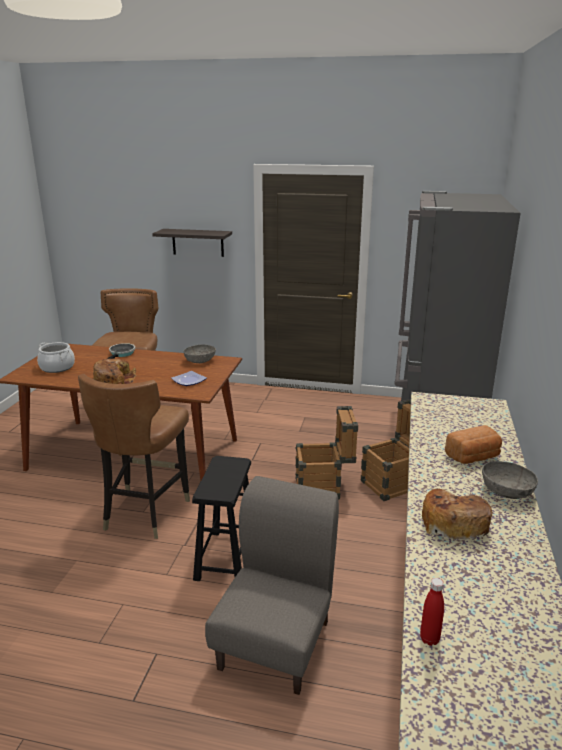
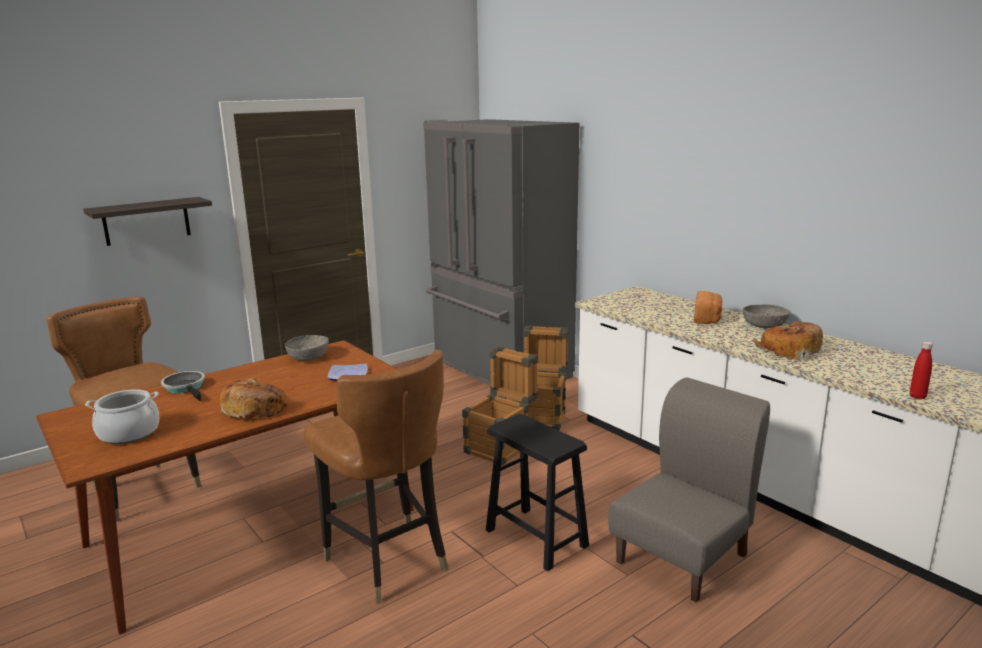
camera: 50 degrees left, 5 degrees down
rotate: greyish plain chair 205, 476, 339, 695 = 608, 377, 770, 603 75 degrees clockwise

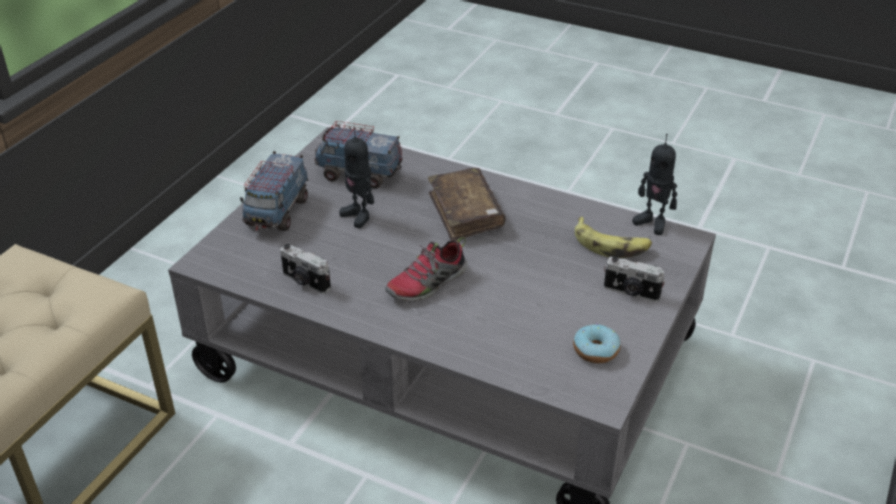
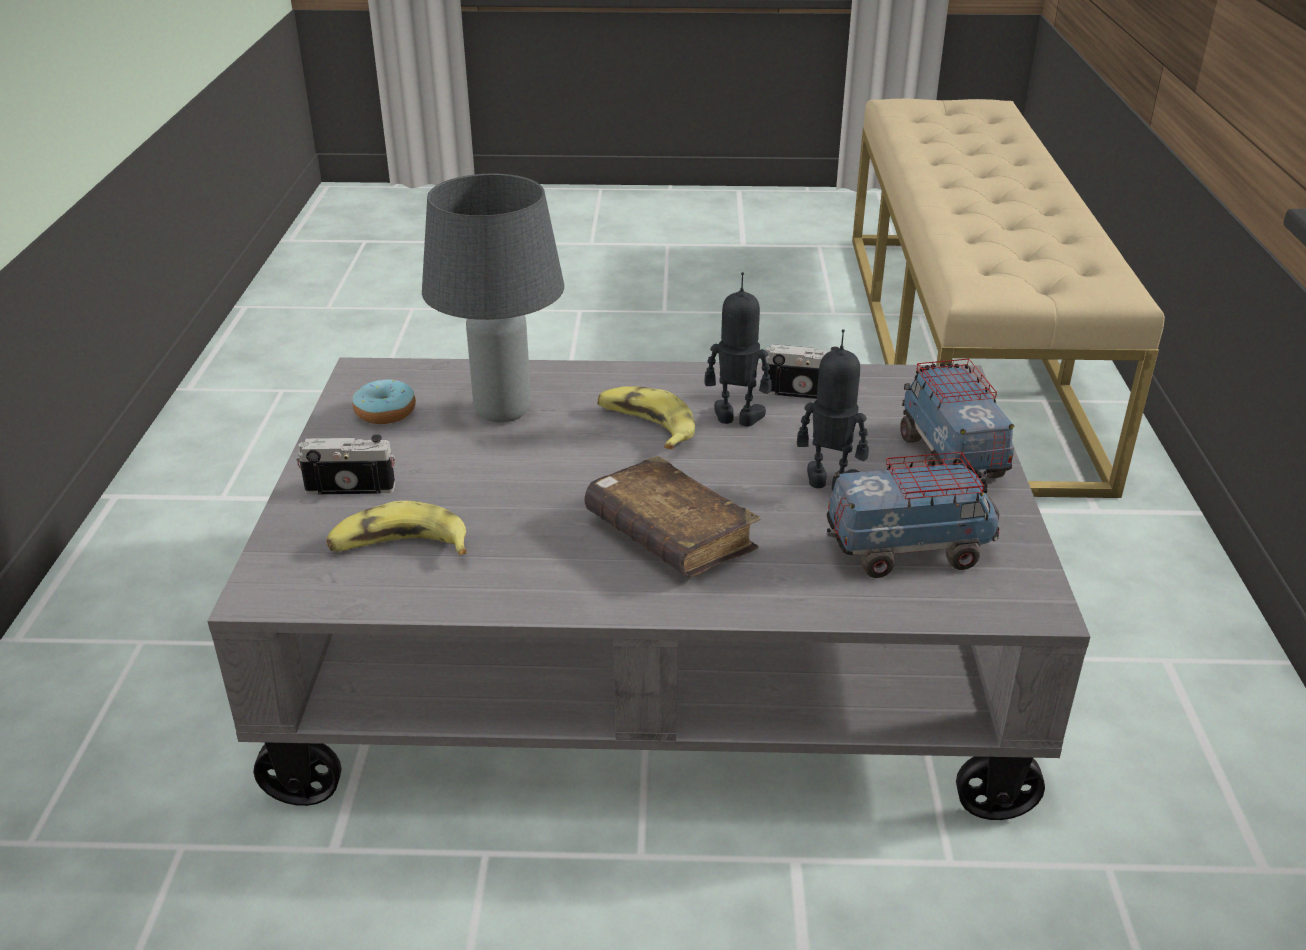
camera: 155 degrees right, 5 degrees down
insert: greyish table lamp 422, 174, 564, 423
move: robot figure 632, 134, 677, 235 to 705, 272, 772, 427
replace: low shoe 385, 237, 467, 302 to banana 597, 386, 695, 449

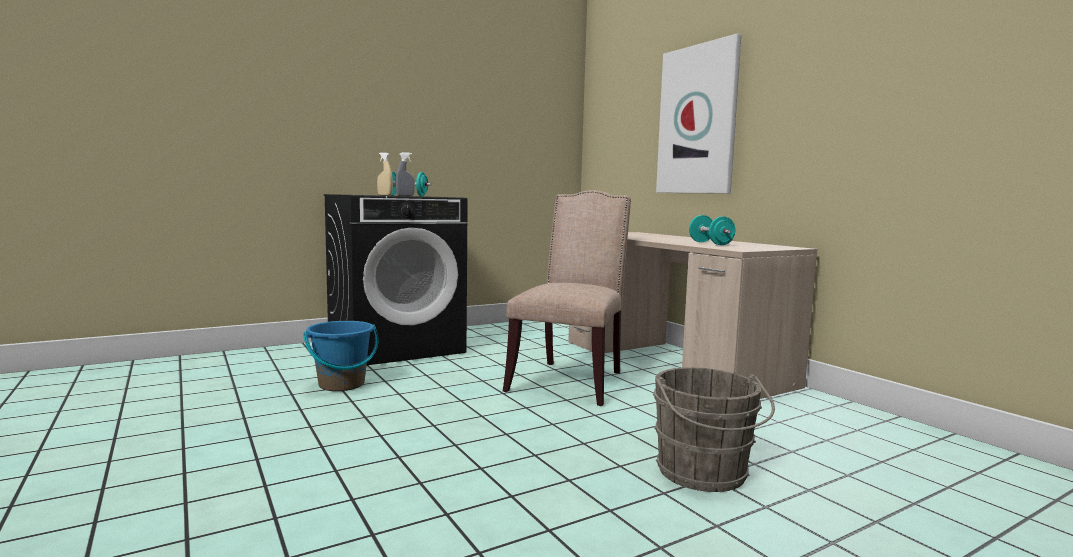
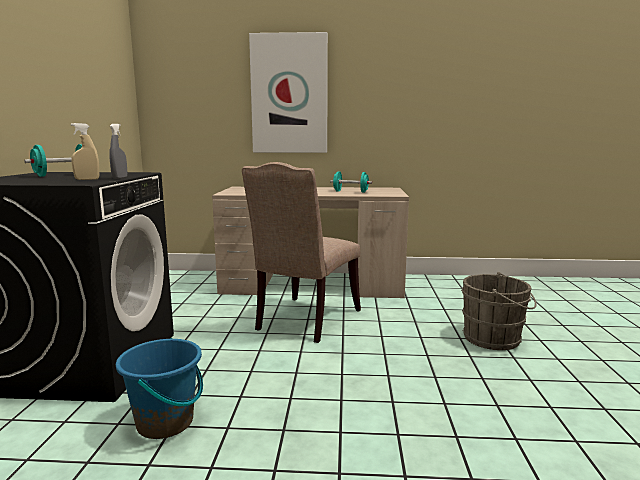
camera: 55 degrees left, 5 degrees up
rotate: sand-coloured plain chair 503, 190, 631, 406 = 242, 162, 361, 343 120 degrees counterclockwise

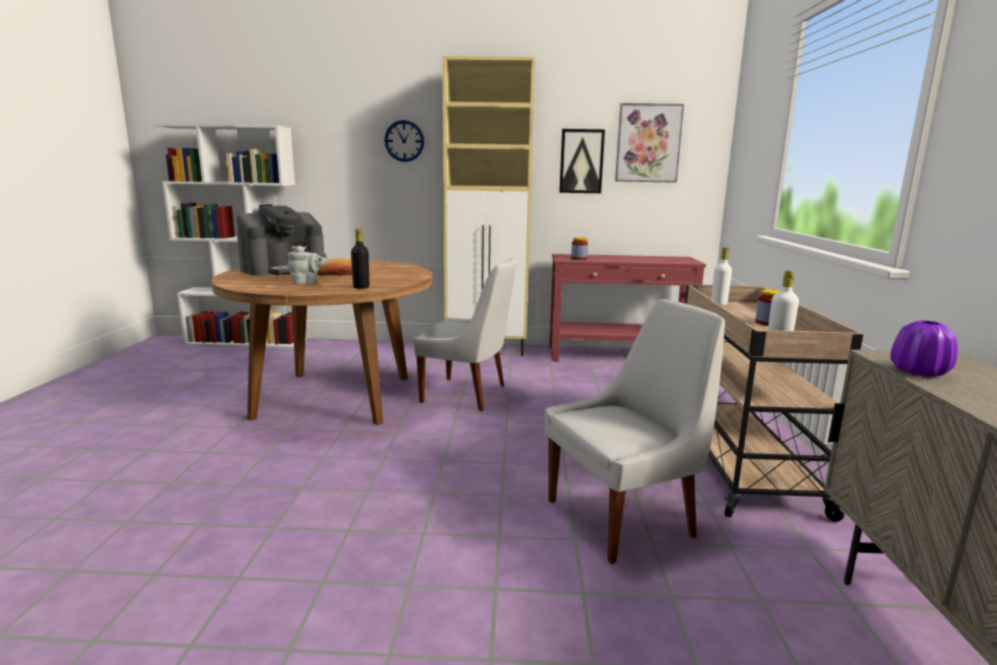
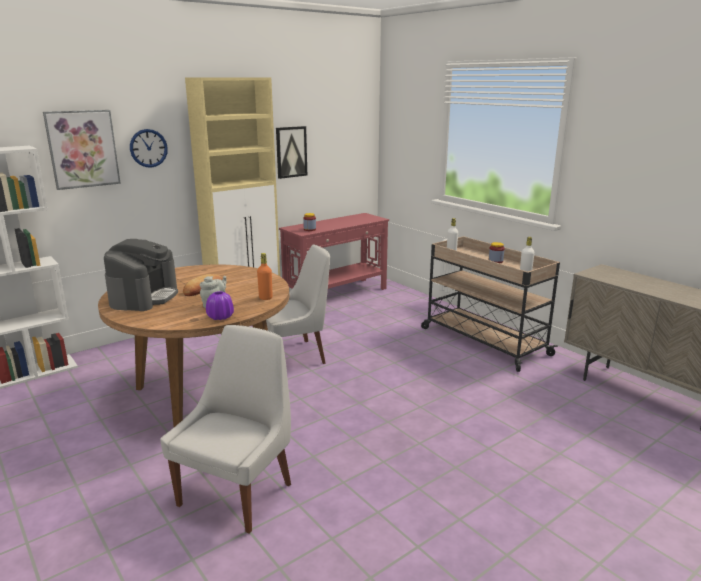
camera: 40 degrees left, 5 degrees up
move: white plain chair 545, 299, 725, 564 to 160, 325, 291, 534; picture 615, 103, 684, 183 to 43, 110, 121, 190; purplish decorative vase 890, 320, 958, 377 to 206, 291, 234, 320
recolor: black-coloured bottle 351, 229, 369, 289 to orange-coloured bottle 257, 253, 273, 300

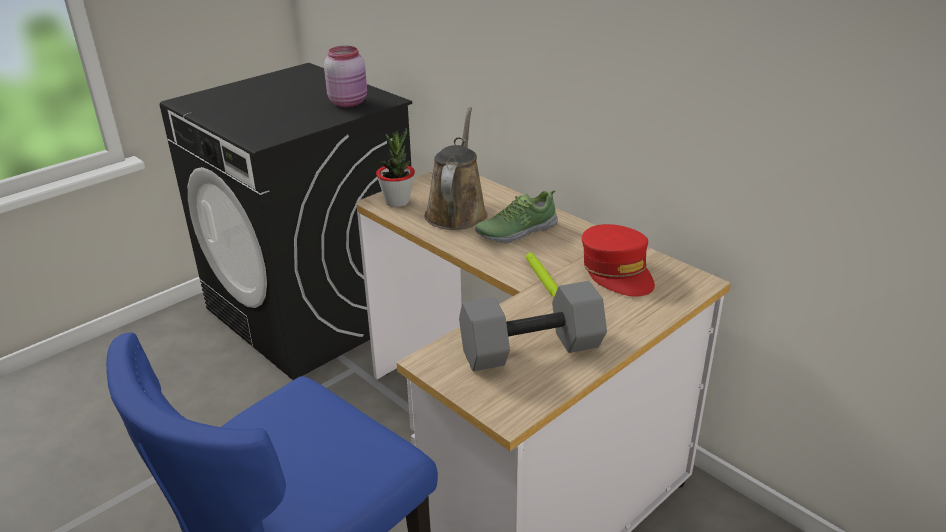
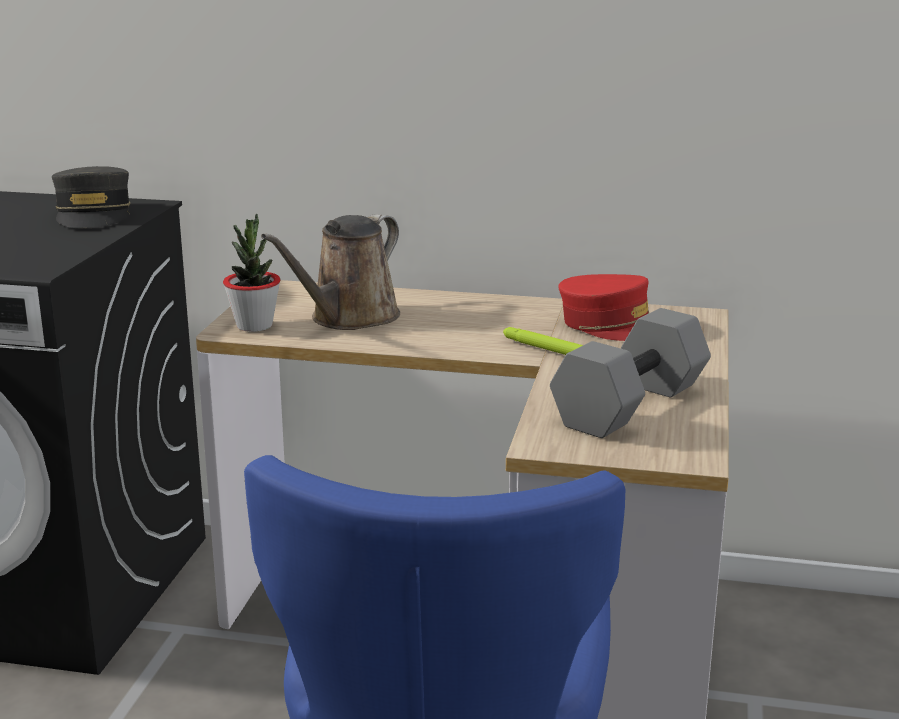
camera: 35 degrees left, 10 degrees down
delete: low shoe 475, 190, 558, 243
replace: pinkish storage jar 324, 46, 367, 107 to greyish baseball cap 52, 166, 130, 228
rotate: brownish watering pot 425, 107, 488, 230 = 261, 214, 400, 330 120 degrees counterclockwise

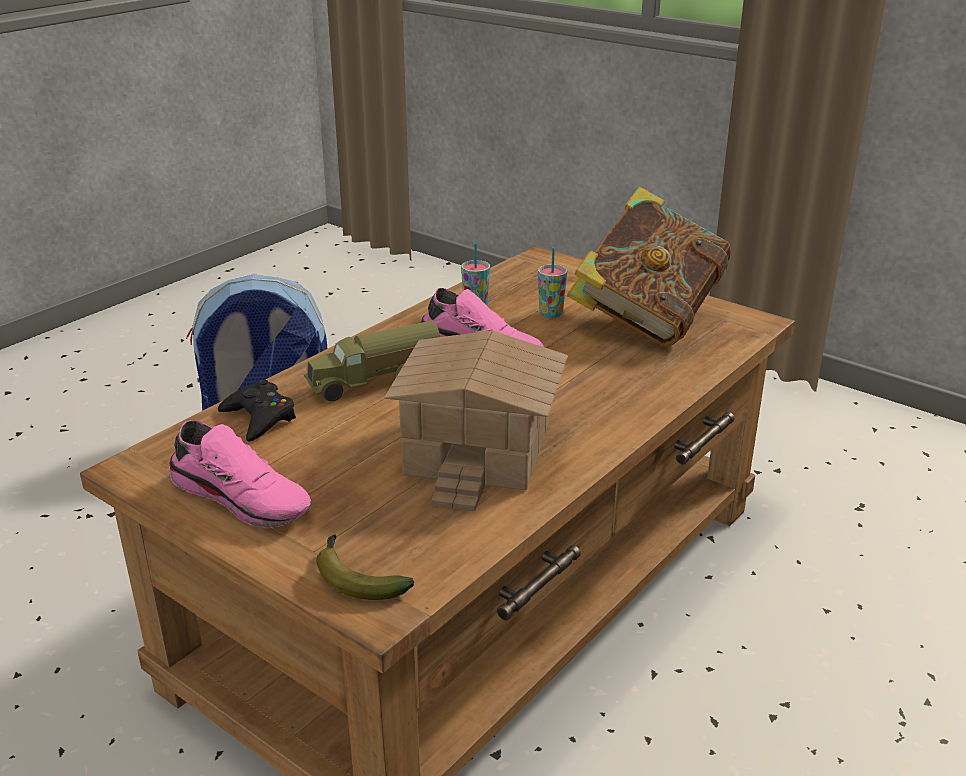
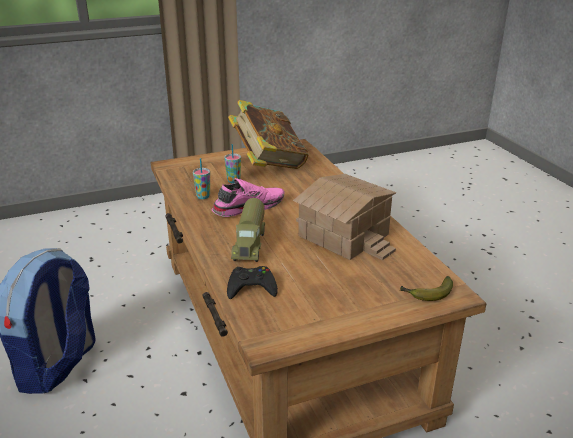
camera: 60 degrees left, 0 degrees up
delete: pinkish low shoe 169, 420, 311, 527

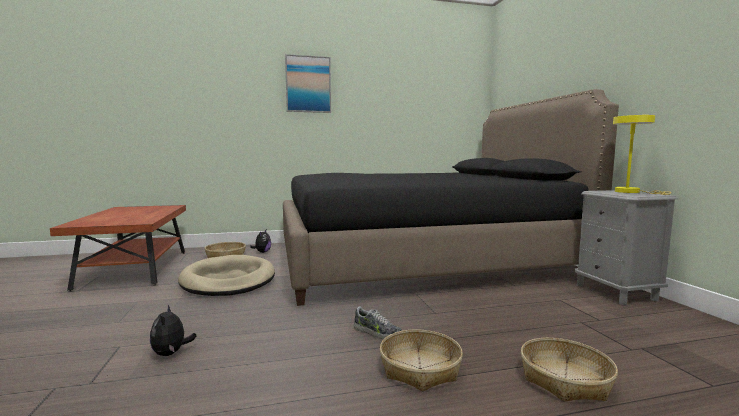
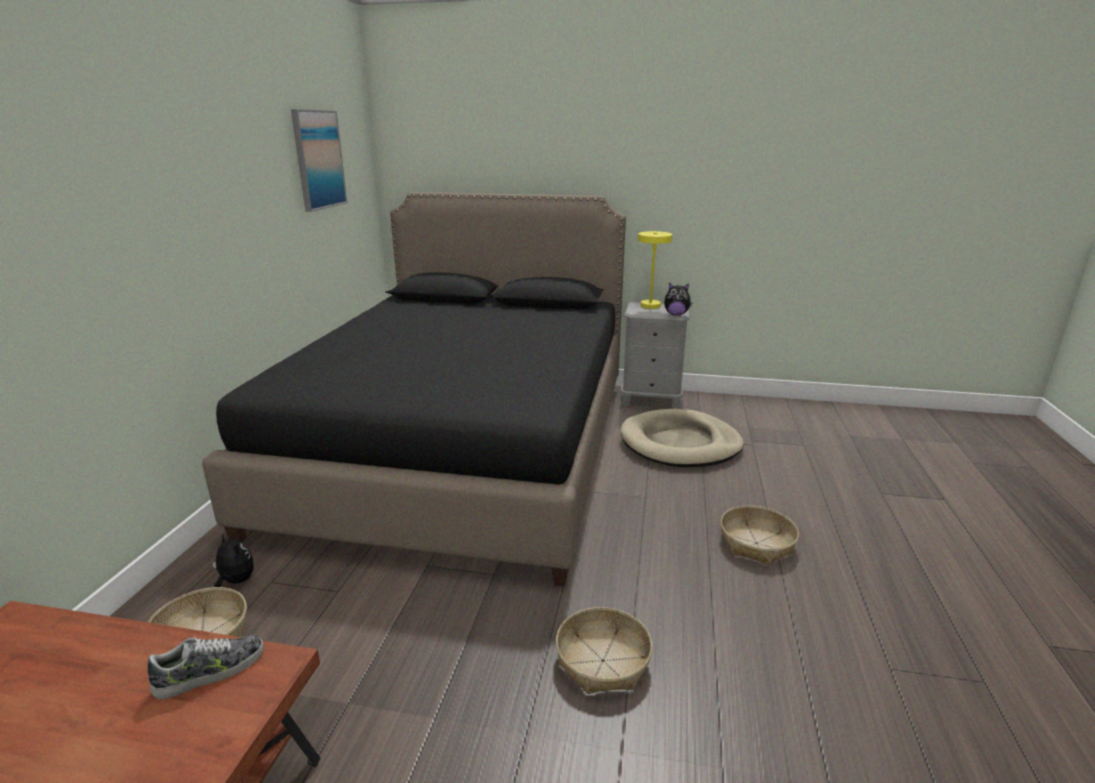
camera: 65 degrees left, 15 degrees up
move: soft toy 150, 305, 196, 356 to 664, 283, 693, 316; sand-coloured dog cushion 178, 255, 275, 296 to 620, 409, 744, 467; picture 285, 54, 331, 113 to 291, 109, 347, 212; low shoe 354, 306, 402, 339 to 147, 635, 264, 699; storage basket 521, 338, 618, 402 to 556, 607, 653, 694

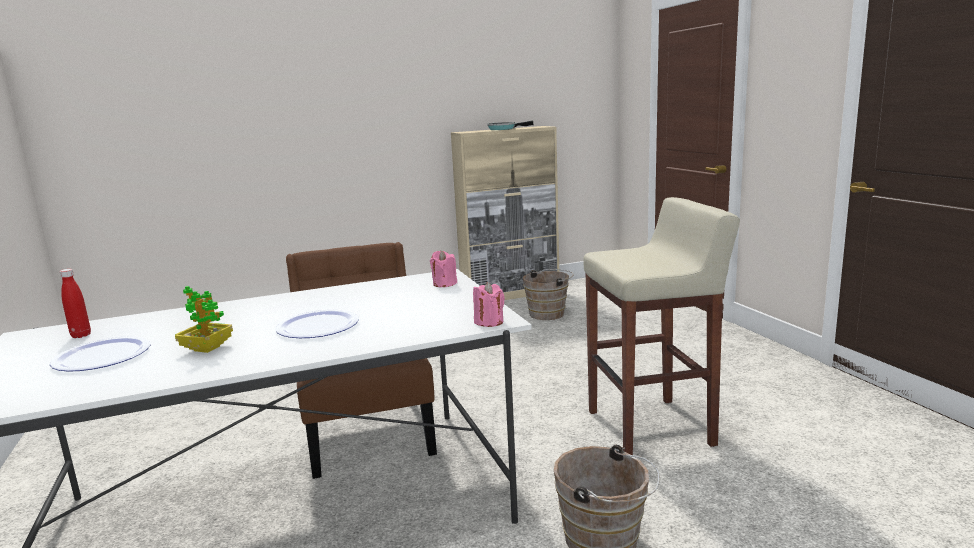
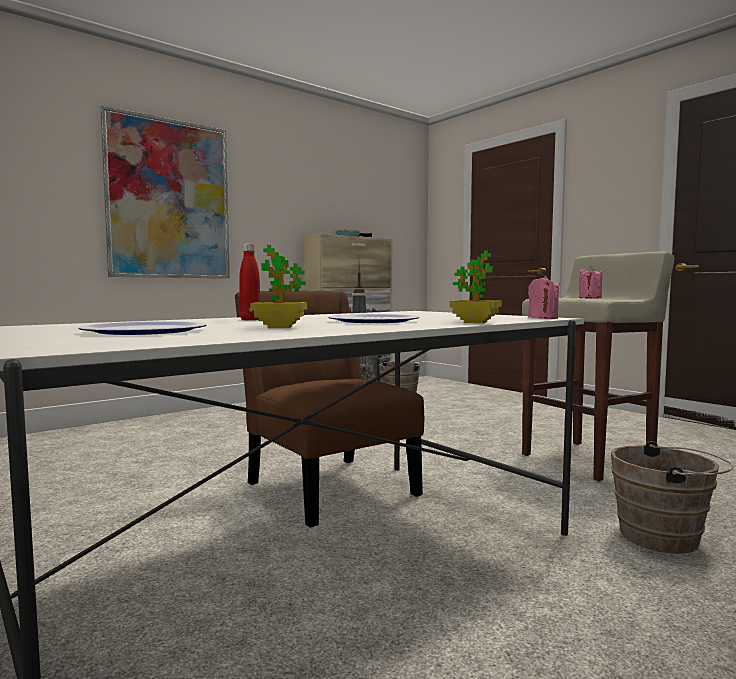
camera: 20 degrees left, 10 degrees down
insert: picture 100, 106, 230, 278; plant in a pot 450, 250, 502, 323
move: red-coloured bottle 60, 269, 91, 338 to 239, 244, 260, 320; pinkish wax candle 430, 250, 457, 287 to 579, 266, 602, 299

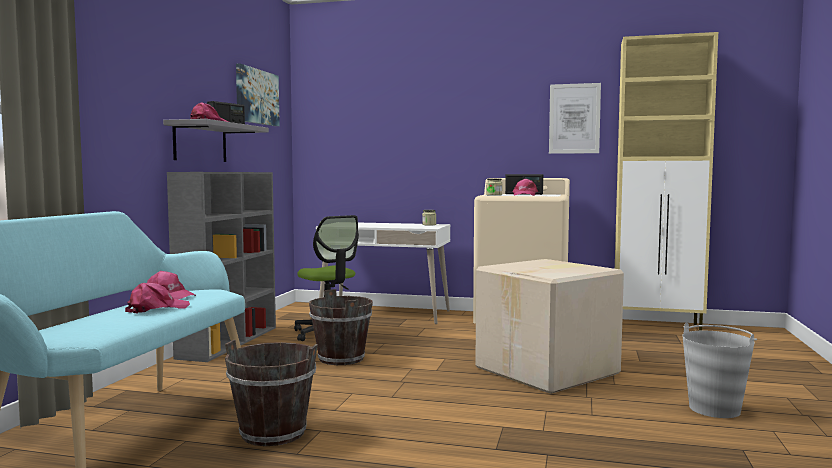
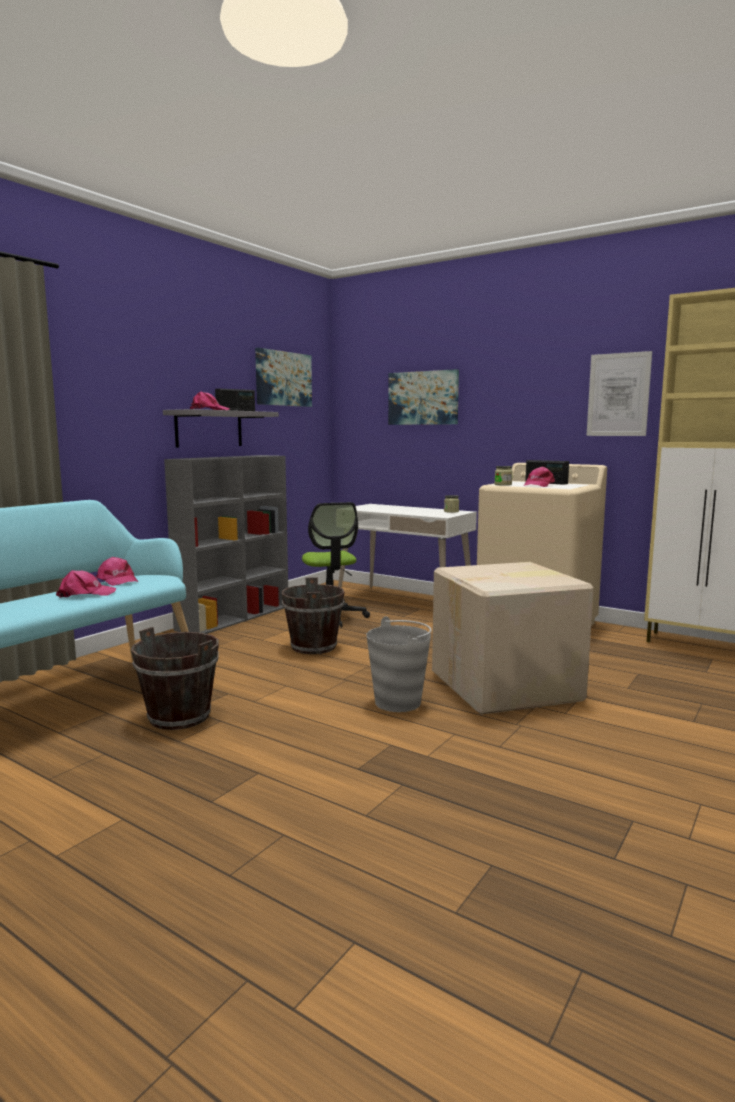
camera: 20 degrees right, 5 degrees up
insert: picture 388, 369, 459, 425
move: greyish pail 682, 323, 757, 418 to 366, 617, 432, 712

